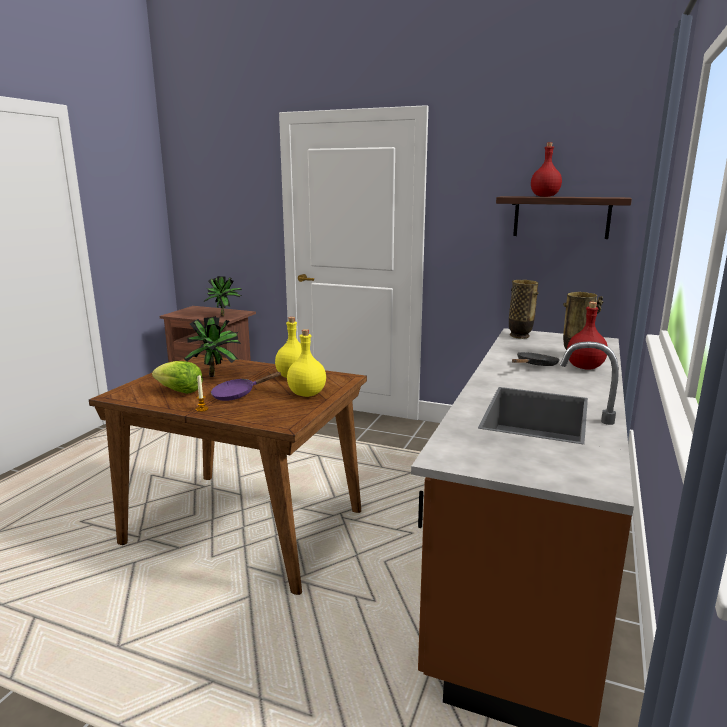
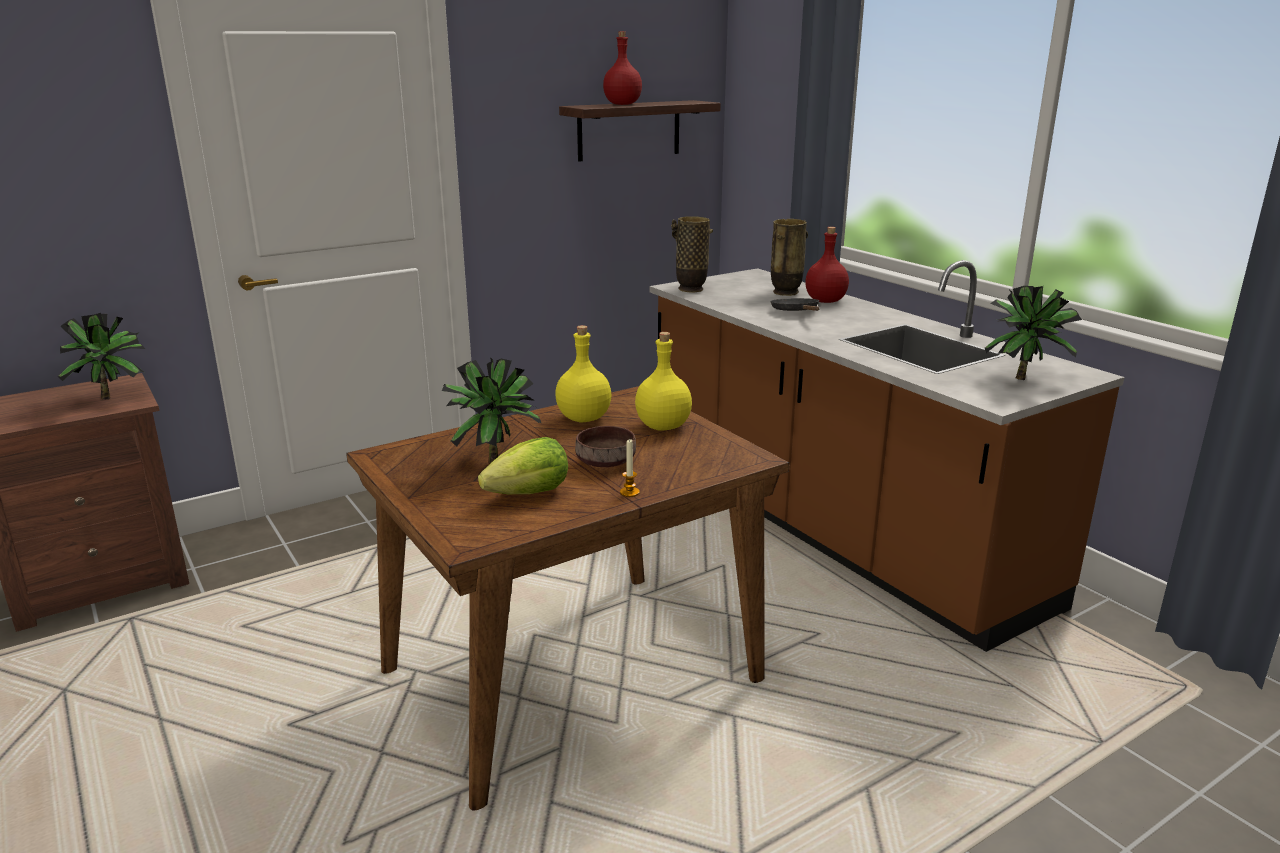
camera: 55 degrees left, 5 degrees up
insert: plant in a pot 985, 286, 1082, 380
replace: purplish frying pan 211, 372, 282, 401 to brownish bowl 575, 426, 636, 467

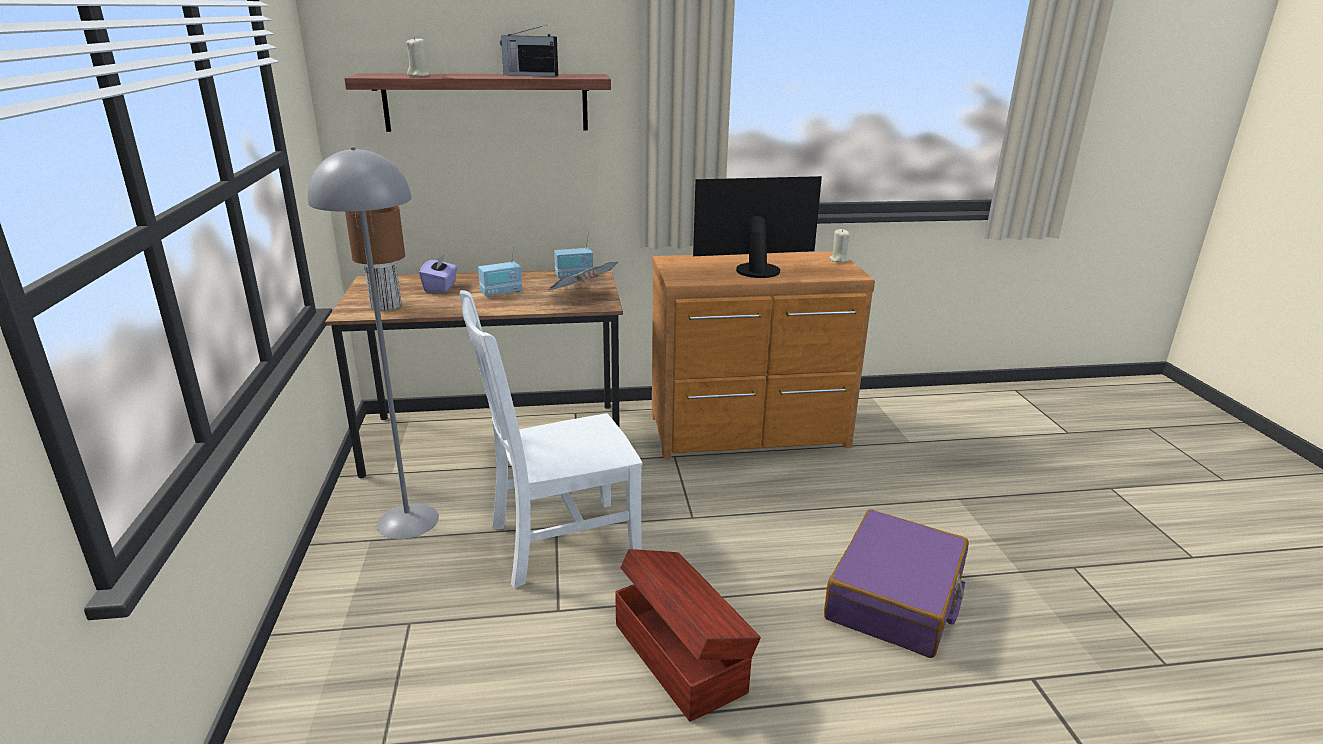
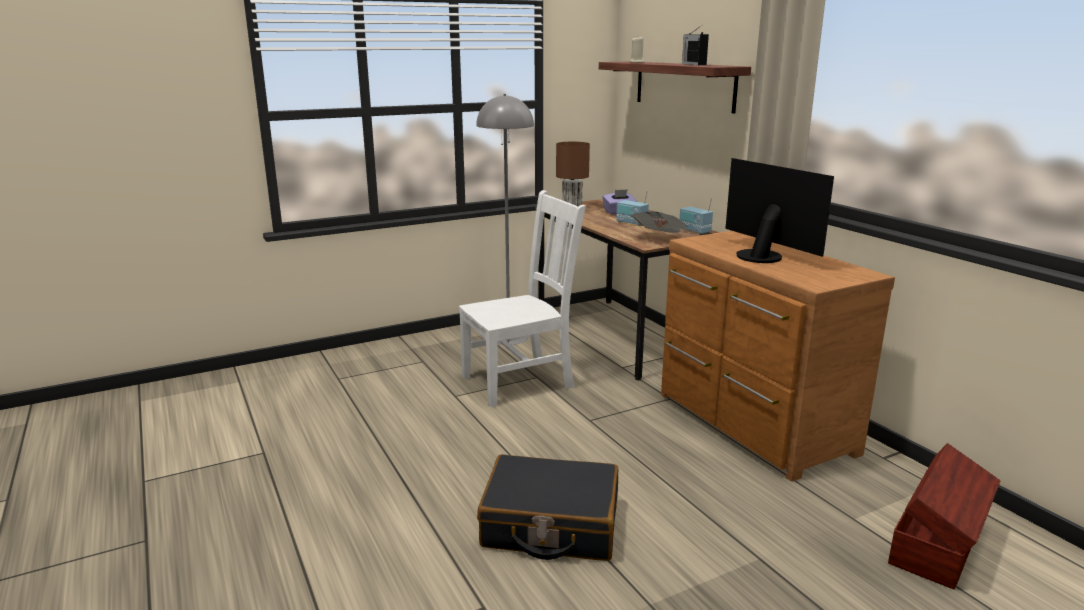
camera: 70 degrees right, 5 degrees down
delete: sand-coloured wax candle 829, 229, 850, 263
move: brownish storage box 615, 549, 761, 722 to 888, 443, 1000, 590
recolor: purplish travel case 824, 509, 969, 658 to black-coloured travel case 477, 454, 618, 561
rotate: white plain chair 459, 290, 642, 588 = 459, 190, 586, 407 105 degrees clockwise

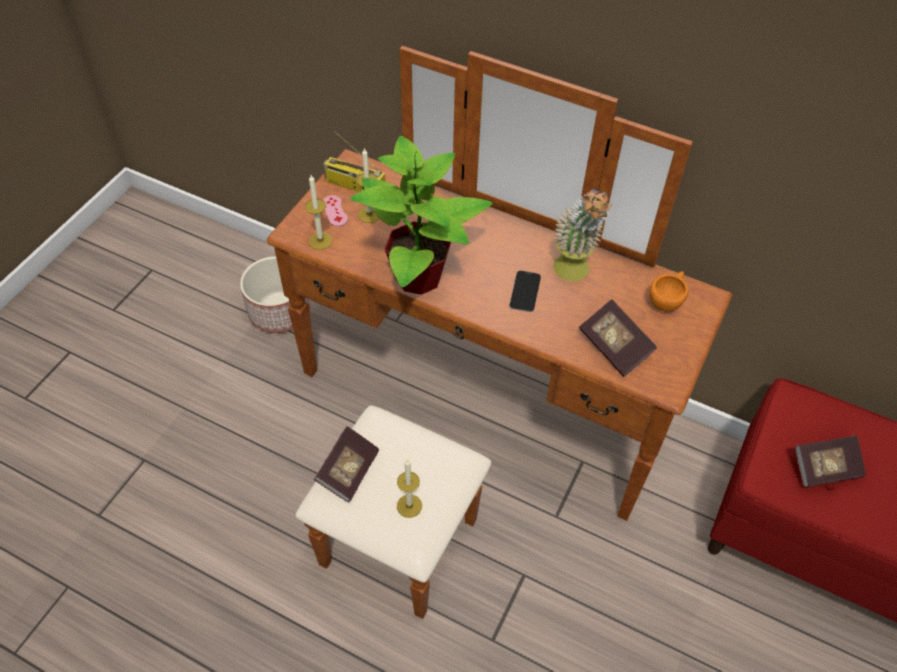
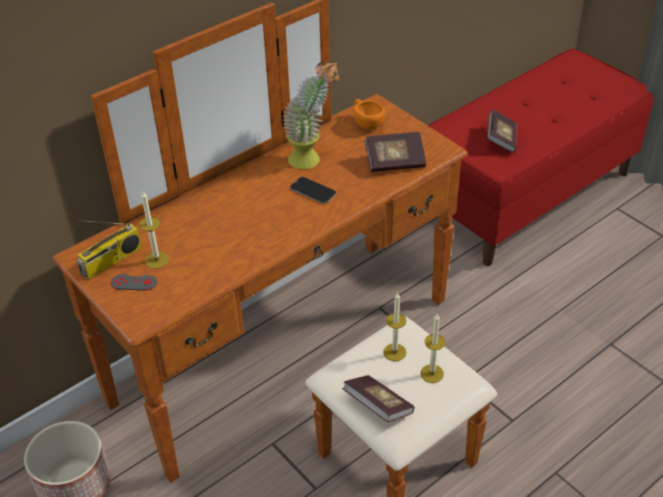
camera: 65 degrees left, 10 degrees down
delete: plant in a pot 350, 136, 493, 295
move: wax candle 305, 175, 333, 250 to 383, 292, 407, 361
recolor: pinkish gamepad 323, 195, 348, 226 to greyish gamepad 111, 274, 157, 290

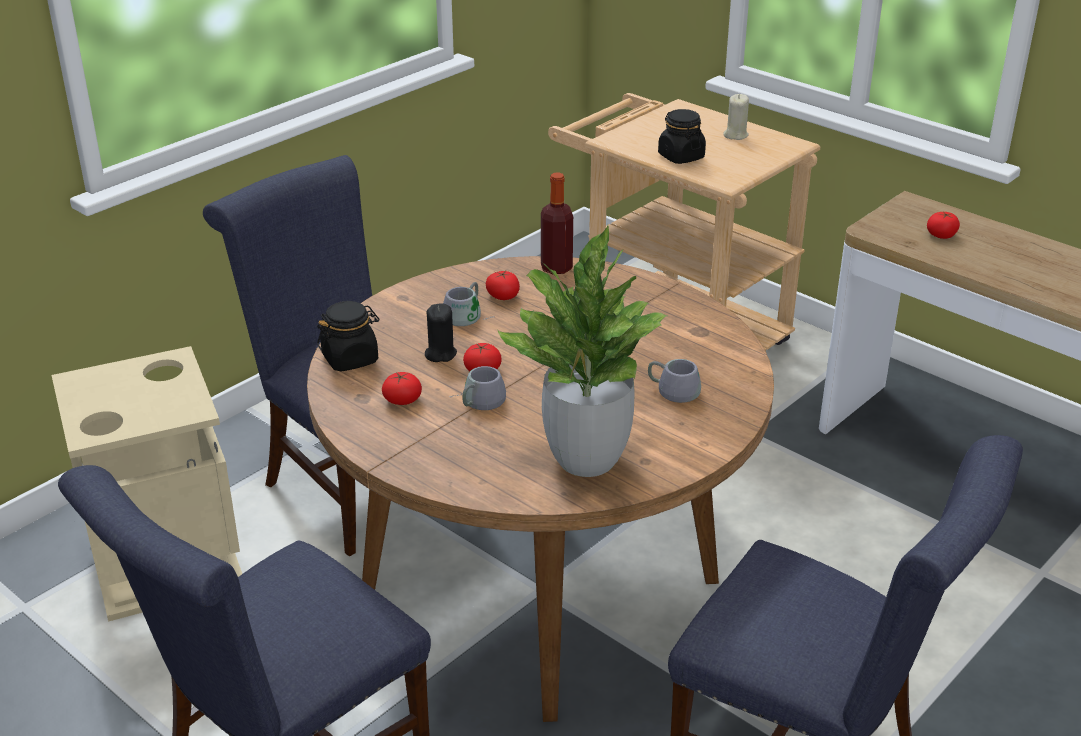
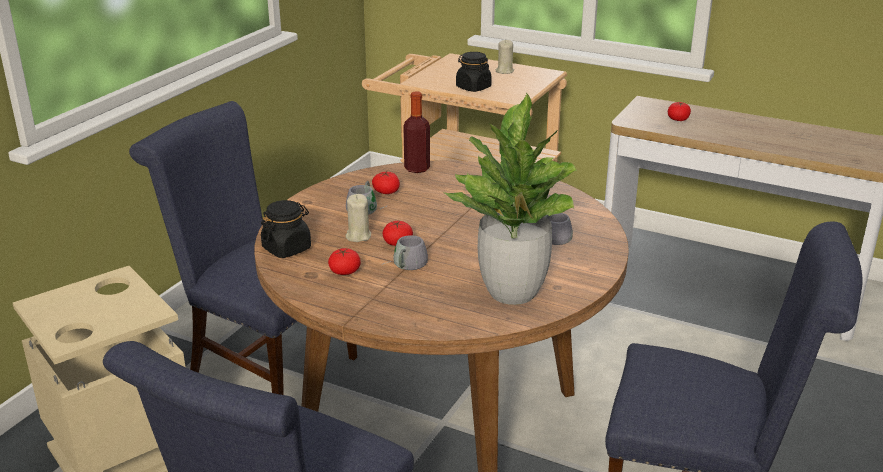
camera: 15 degrees left, 5 degrees down
recolor: black-coloured wax candle 425, 303, 457, 362 to sand-coloured wax candle 346, 194, 371, 242

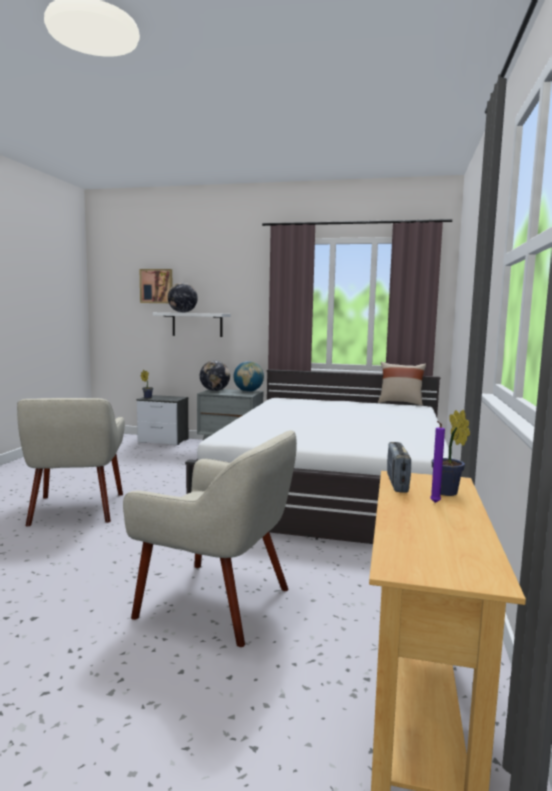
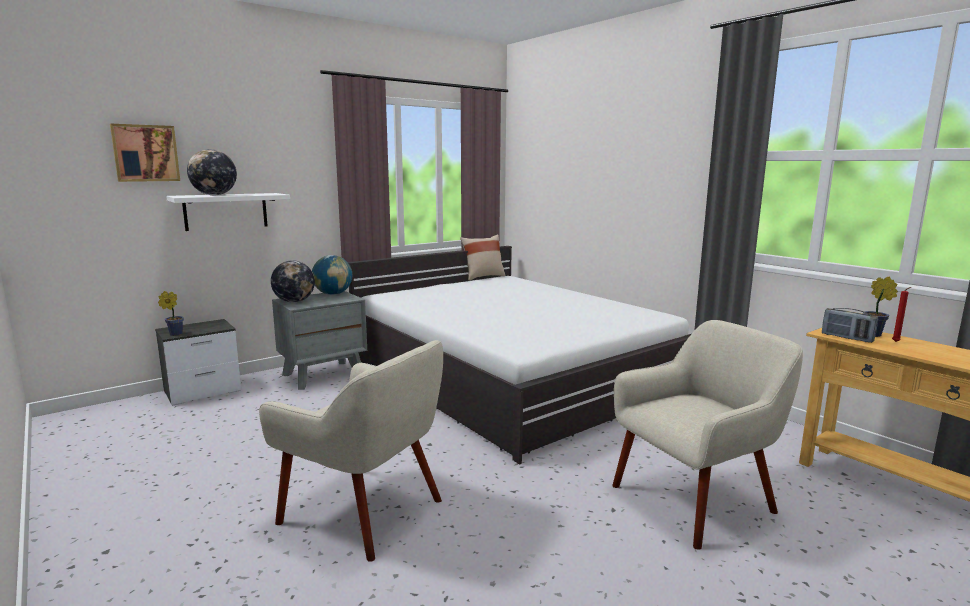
camera: 50 degrees left, 5 degrees up
recolor: purplish wax candle 430, 421, 445, 503 to red-coloured wax candle 892, 287, 911, 342

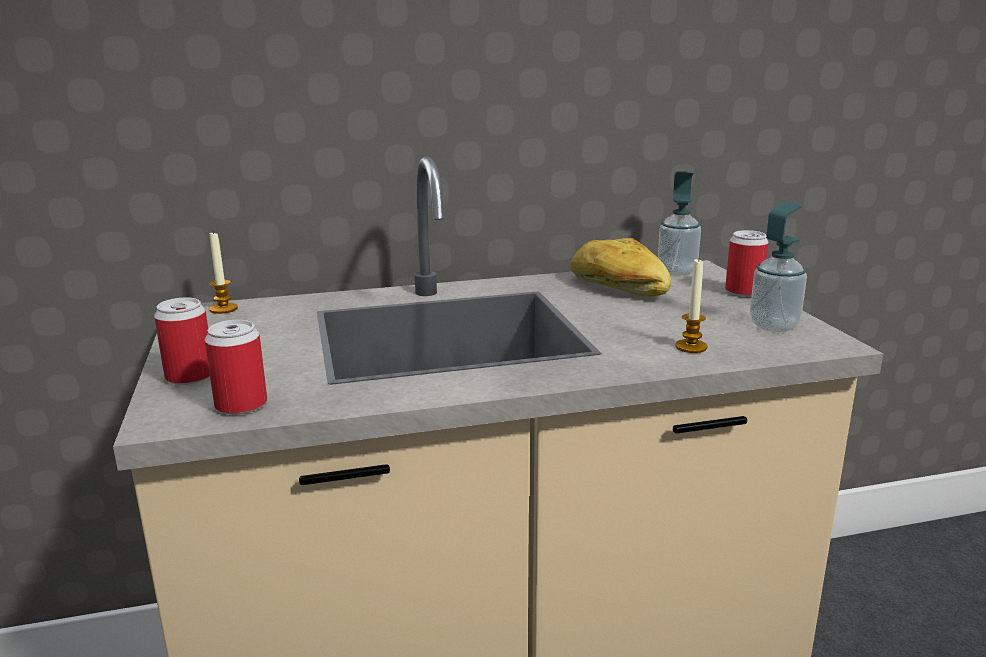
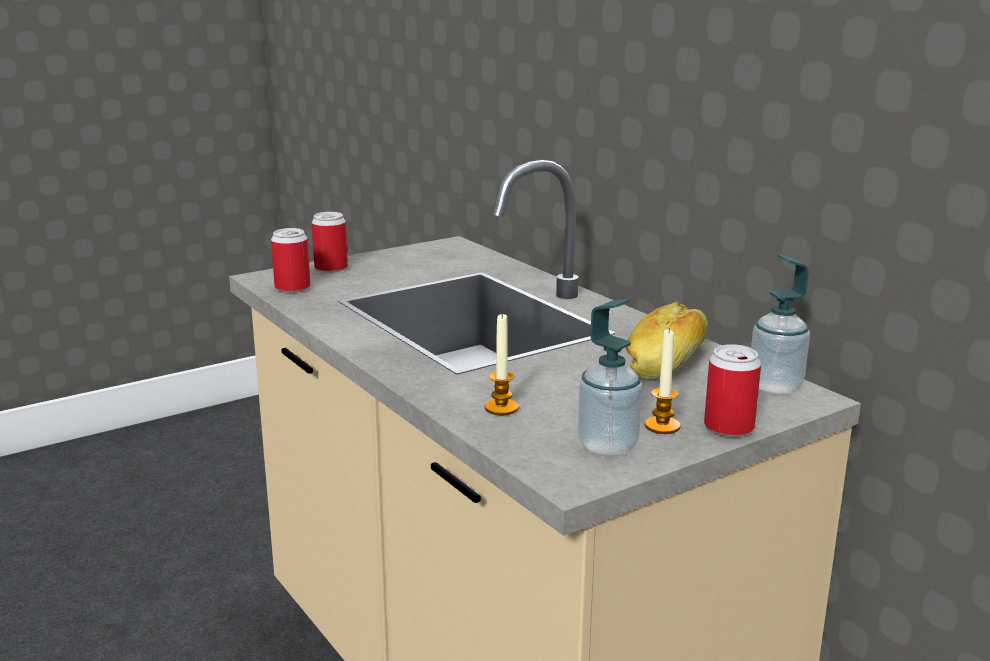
camera: 70 degrees right, 0 degrees up
move: wax candle 209, 231, 238, 314 to 645, 328, 680, 434

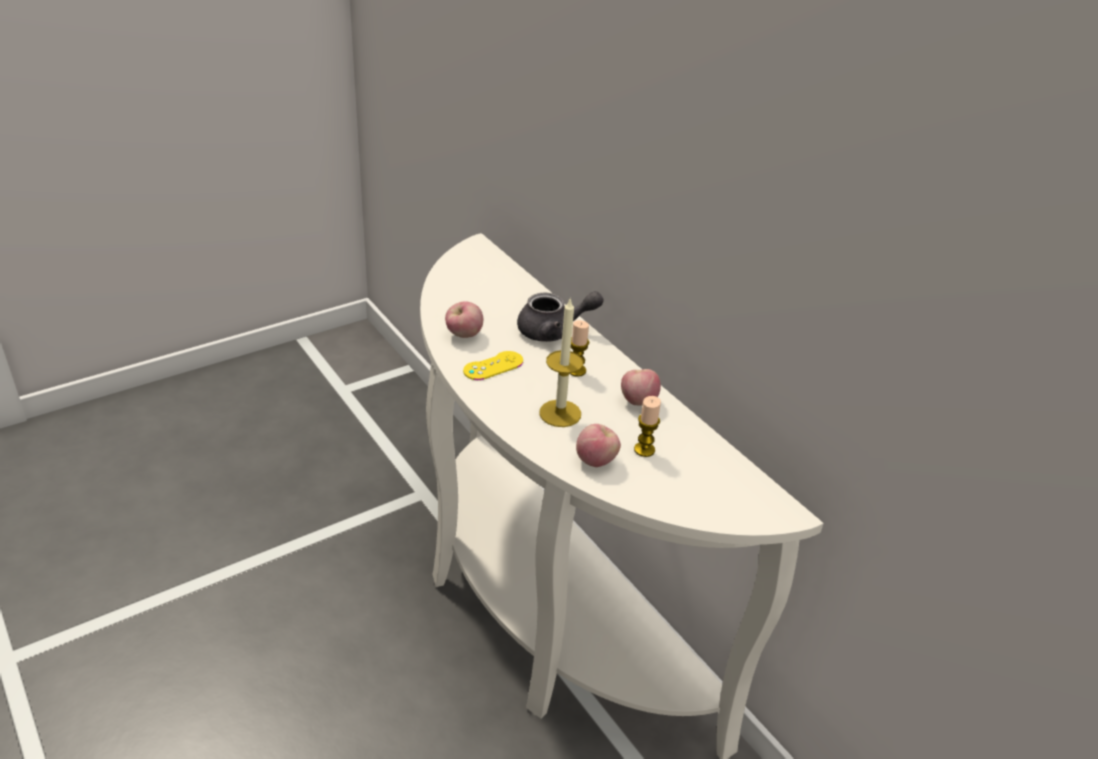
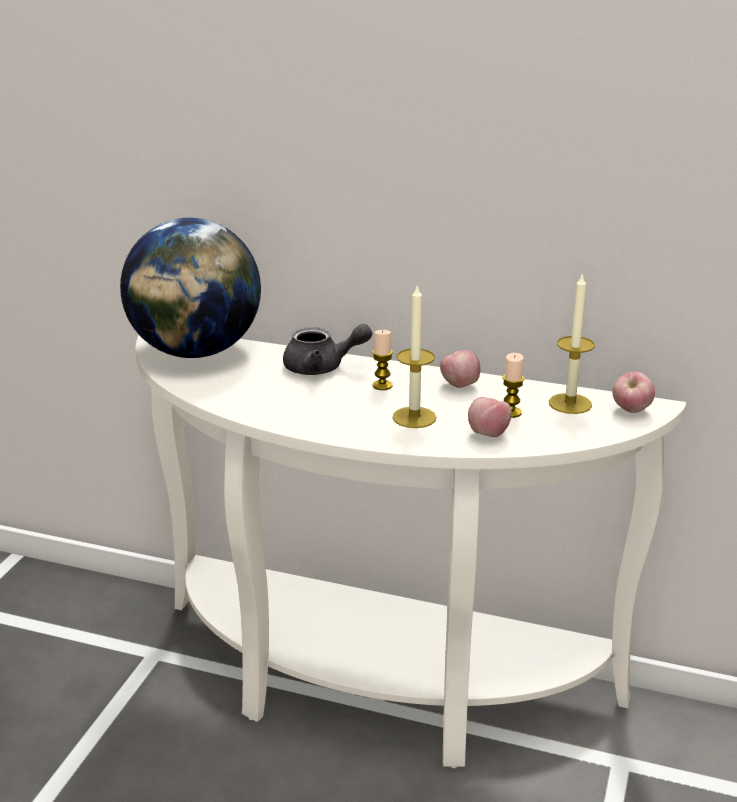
camera: 35 degrees left, 10 degrees down
delete: yellow-coloured gamepad 463, 351, 523, 380
insert: globe 120, 218, 261, 358; wax candle 549, 272, 595, 414
move: apple fruit 445, 301, 483, 338 to 613, 372, 655, 413
rotate: greyish pot for tea 517, 291, 604, 342 = 283, 324, 372, 375 45 degrees clockwise

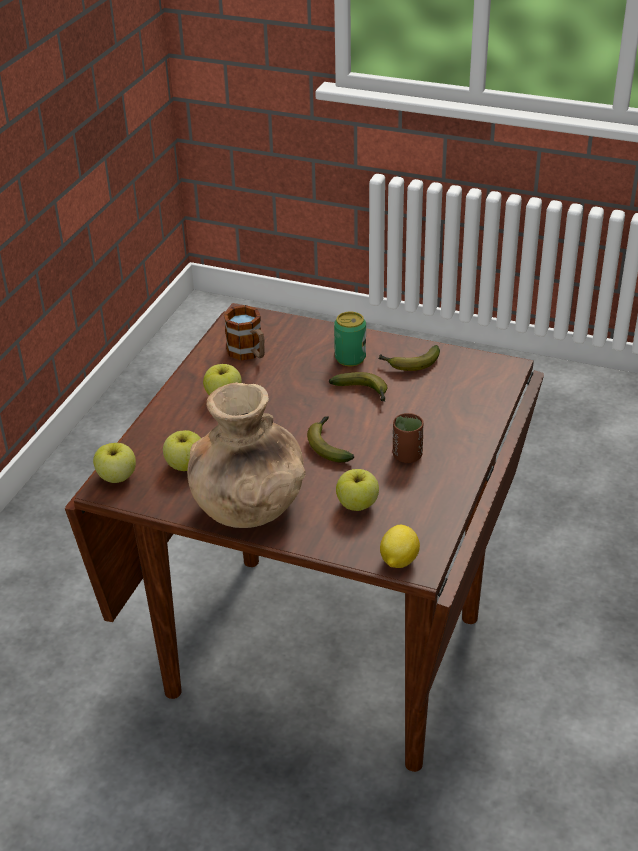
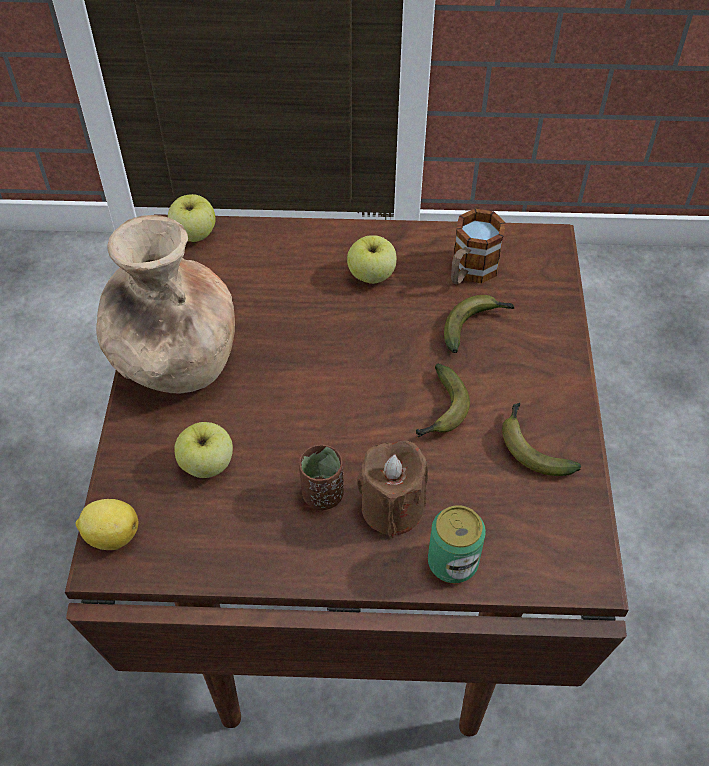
camera: 70 degrees right, 15 degrees up
delete: apple fruit 163, 430, 201, 471
insert: brownish wax candle 357, 441, 428, 538
move: banana 307, 416, 354, 462 to 444, 295, 515, 353; metal can 334, 312, 366, 366 to 428, 505, 486, 583

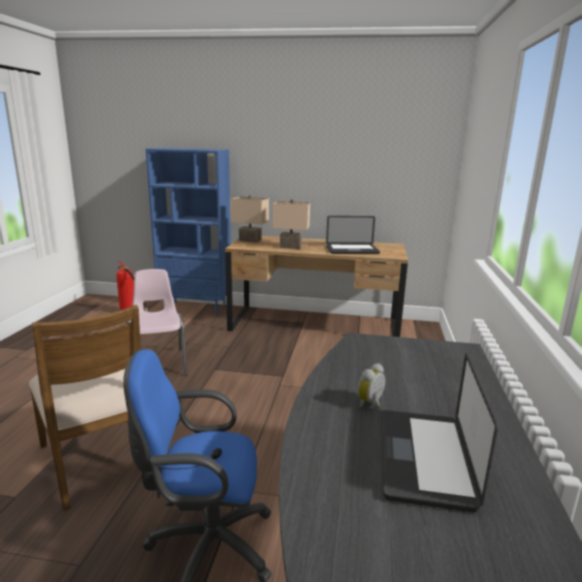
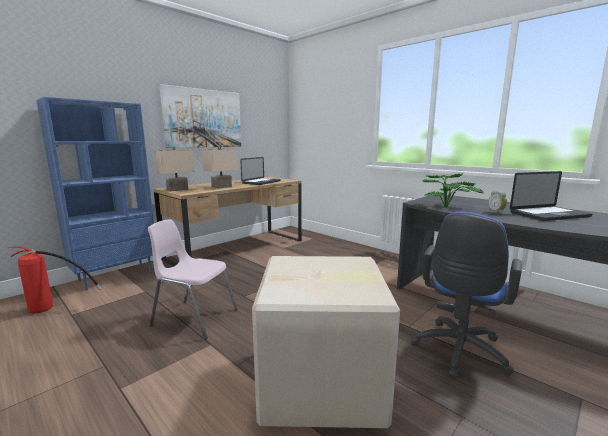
camera: 55 degrees left, 5 degrees down
insert: picture 159, 84, 241, 148; plant in a pot 423, 173, 483, 208
replace: brownish plain chair 29, 305, 141, 511 to cardboard box 252, 256, 400, 428
rotate: notebook computer 381, 353, 498, 512 = 510, 171, 592, 221 60 degrees counterclockwise

